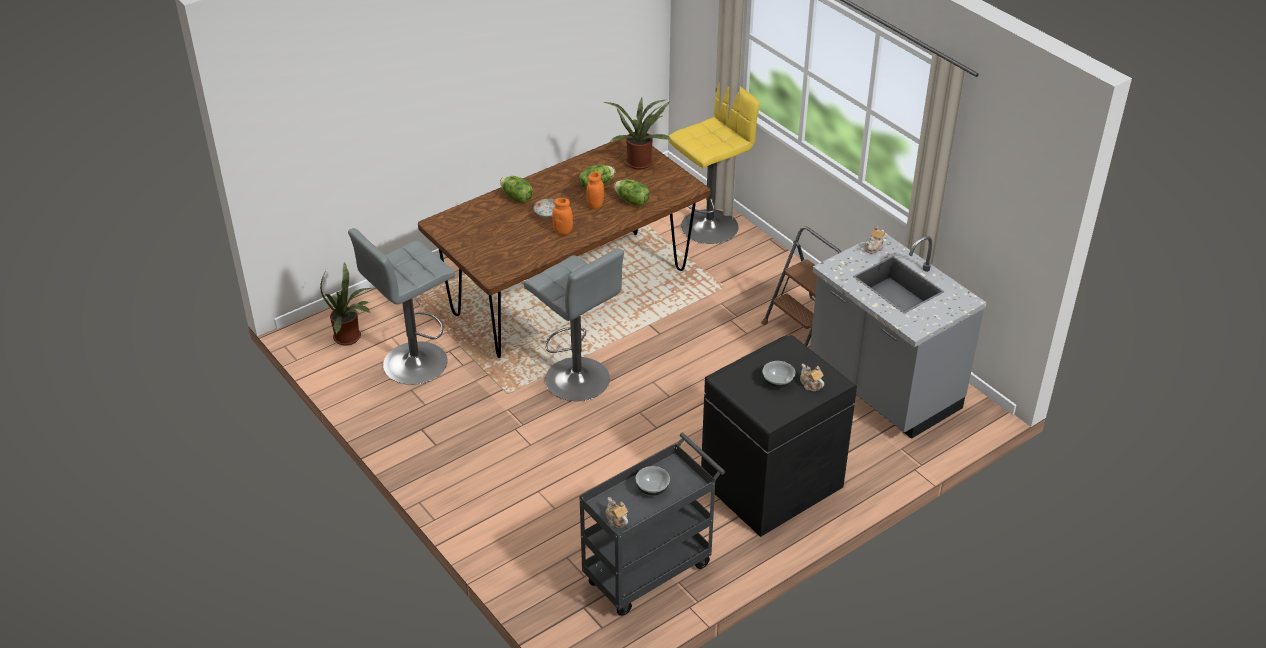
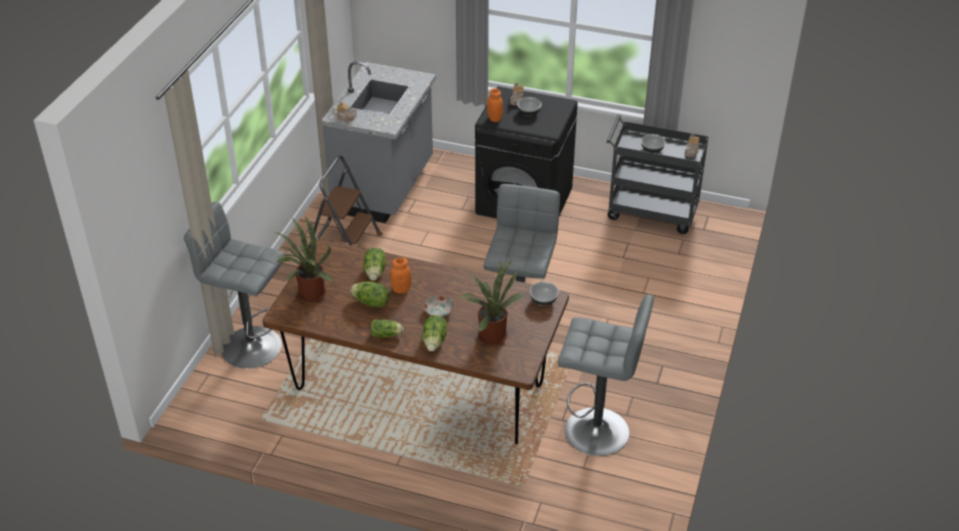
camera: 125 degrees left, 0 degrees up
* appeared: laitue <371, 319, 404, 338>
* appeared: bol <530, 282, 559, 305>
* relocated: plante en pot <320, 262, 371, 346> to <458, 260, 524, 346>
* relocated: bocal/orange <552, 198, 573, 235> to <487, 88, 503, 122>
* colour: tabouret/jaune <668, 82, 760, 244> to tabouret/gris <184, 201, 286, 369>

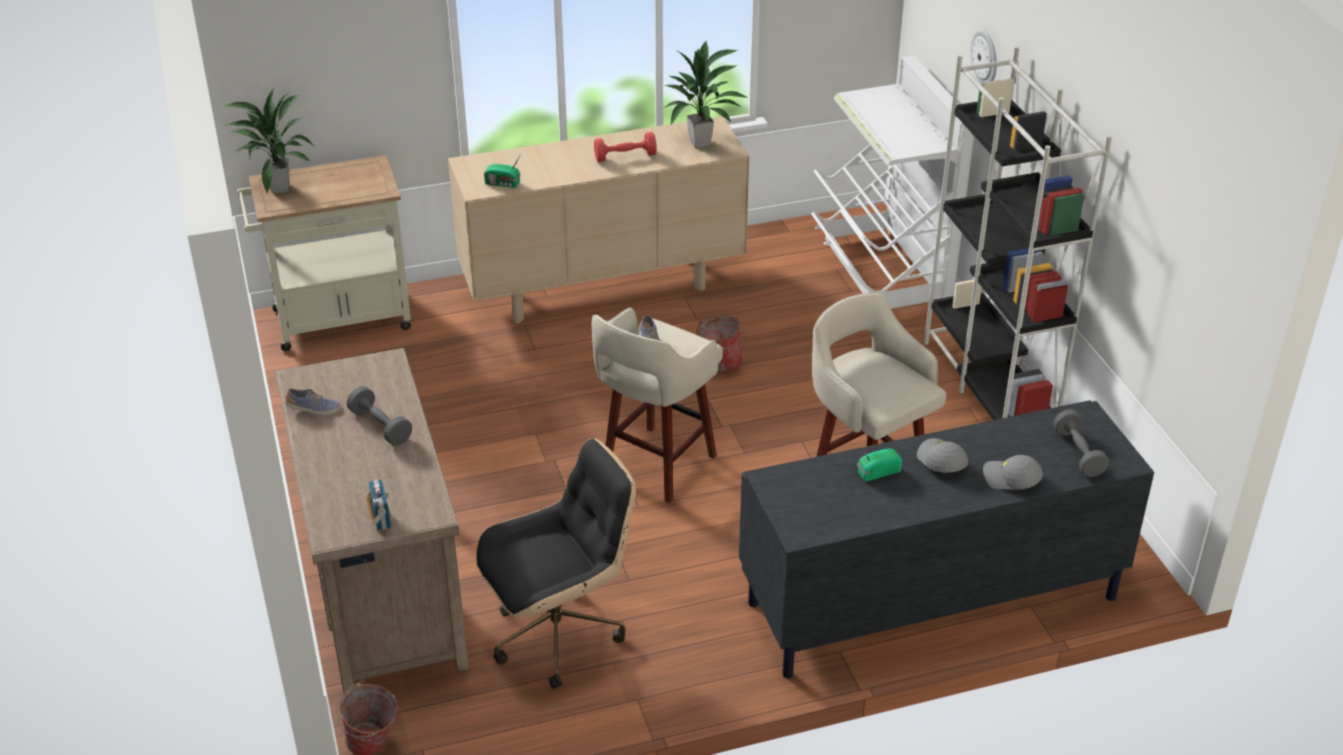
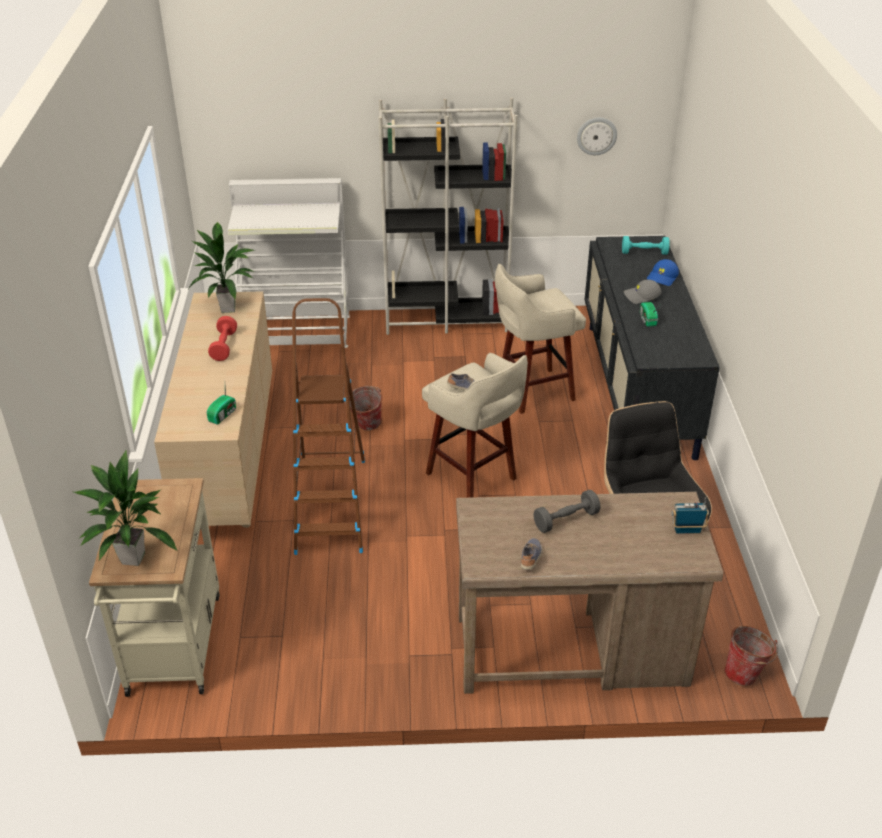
camera: 75 degrees left, 0 degrees up
* appeared: escabeau/marron <292, 298, 365, 555>
* relocated: horloge murale <971, 30, 997, 85> to <577, 118, 617, 155>
* colour: casquette/gris <983, 455, 1043, 490> to casquette/bleu <647, 259, 679, 286>
* colour: haltère/gris <1053, 409, 1109, 477> to haltère/turquoise <622, 236, 670, 255>

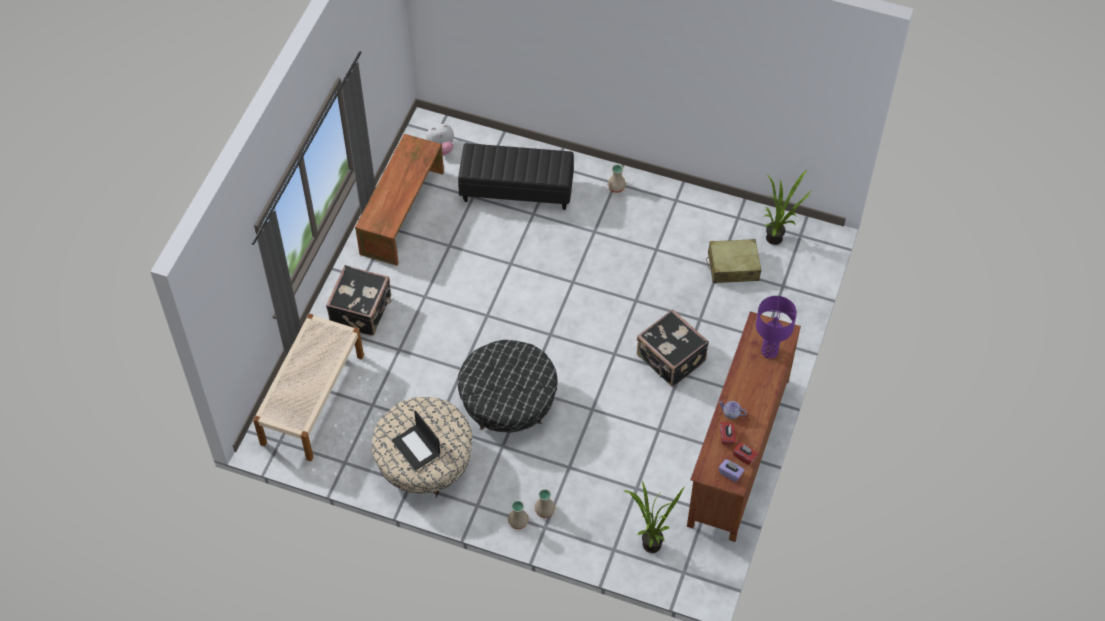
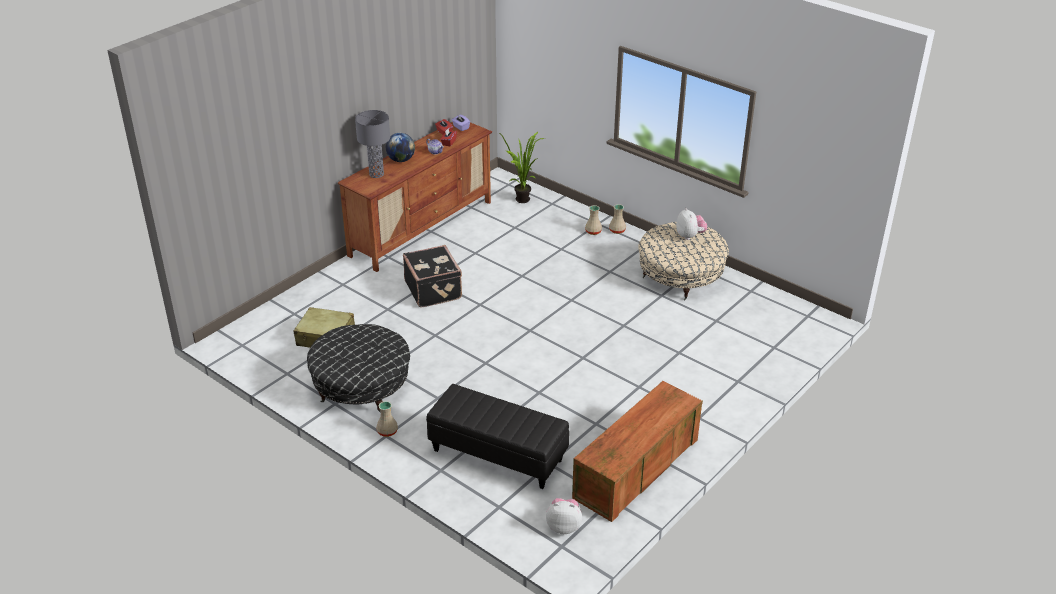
camera: 160 degrees left, 20 degrees down
* missing: banc/beige <253, 314, 364, 462>
* missing: valise/noir <326, 265, 391, 336>
* missing: plante en pot <764, 169, 812, 245>
* appeared: globe <386, 133, 415, 162>
* relocated: pouf/noir <458, 340, 558, 433> to <307, 324, 410, 412>
* exchanged: ordinateur portable <392, 410, 440, 471> to peluche <676, 208, 707, 240>
* colour: lampe de table/violet <756, 296, 797, 359> to lampe de table/gris <355, 110, 390, 178>

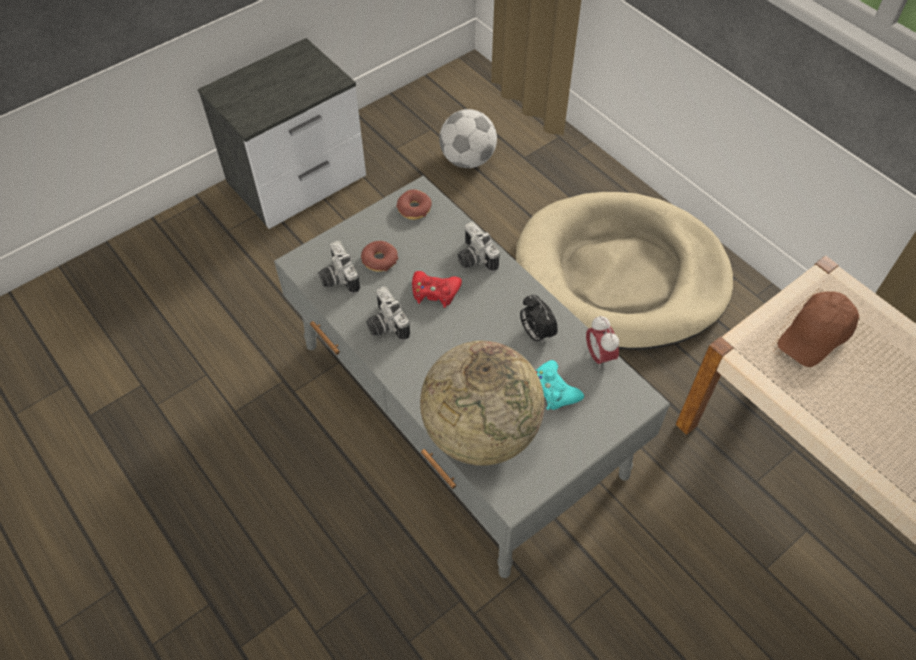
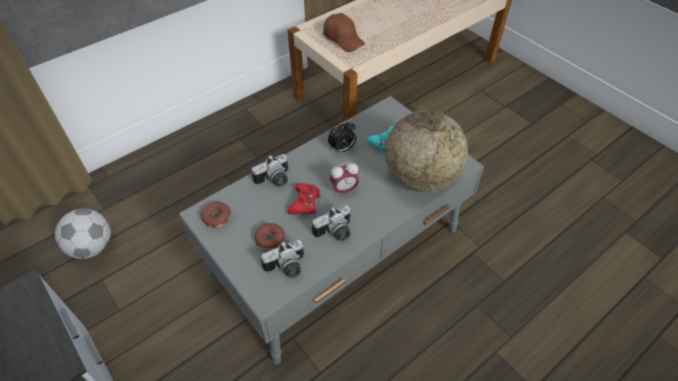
camera: 90 degrees left, 5 degrees down
* missing: panier pour chien/beige <516, 192, 733, 350>
* relocated: réveil <586, 316, 619, 369> to <330, 162, 359, 196>

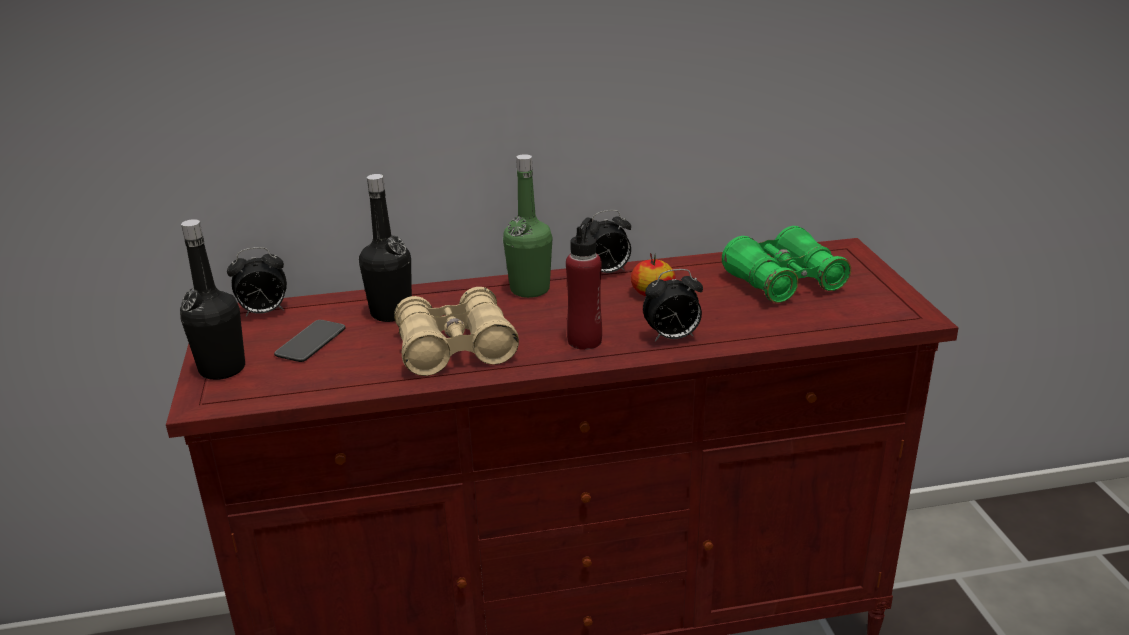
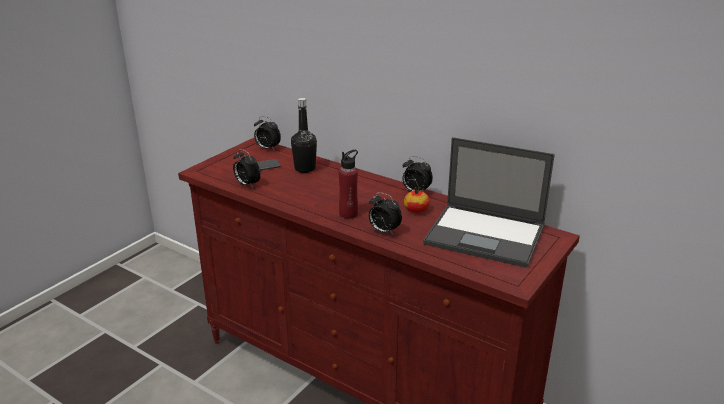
camera: 45 degrees right, 0 degrees up
* missing: bouteille/noir <180, 219, 245, 380>
* missing: jumelles/beige <394, 287, 519, 376>
* missing: bouteille/vert <503, 154, 552, 298>
* appeared: réveil <233, 149, 261, 188>
* exchanged: jumelles/vert <722, 226, 851, 303> to ordinateur portable <423, 137, 555, 268>

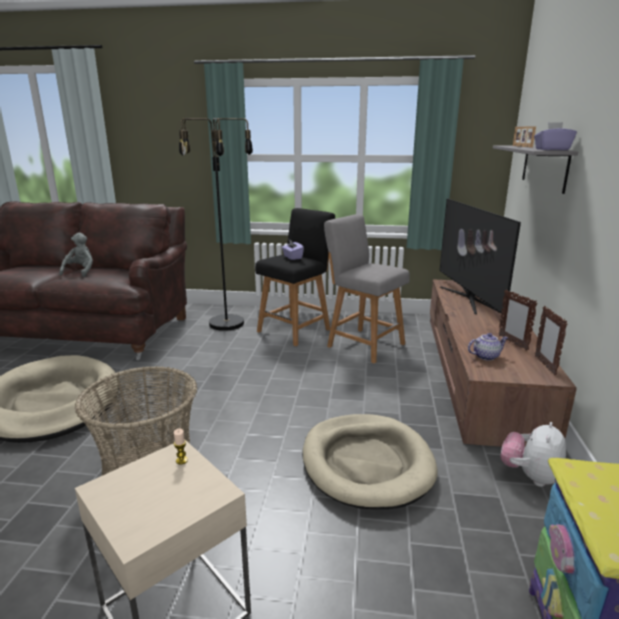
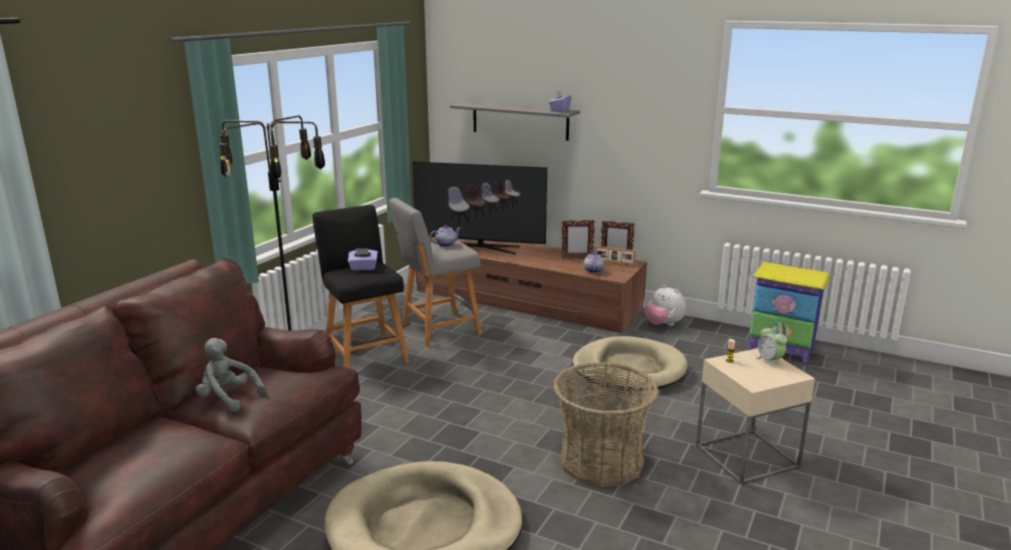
camera: 70 degrees left, 0 degrees up
* appeared: théière <430, 225, 461, 247>
* appeared: réveil <756, 326, 787, 368>
* relocated: cadre photo <513, 126, 536, 148> to <595, 246, 636, 267>

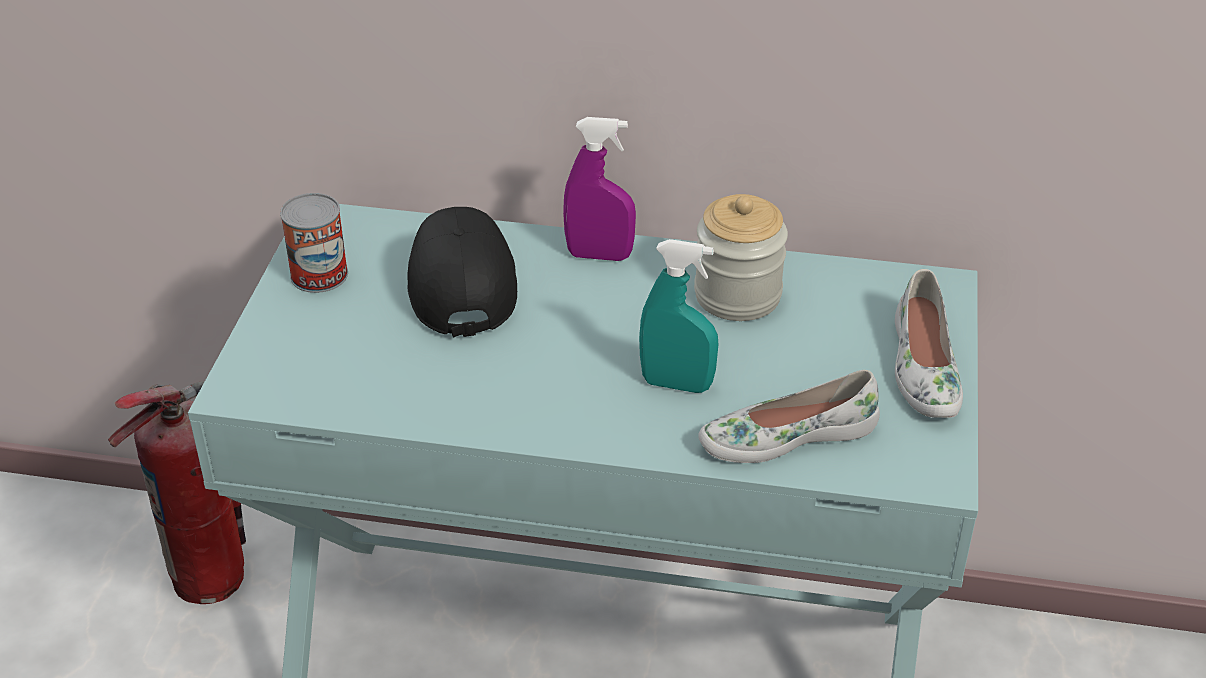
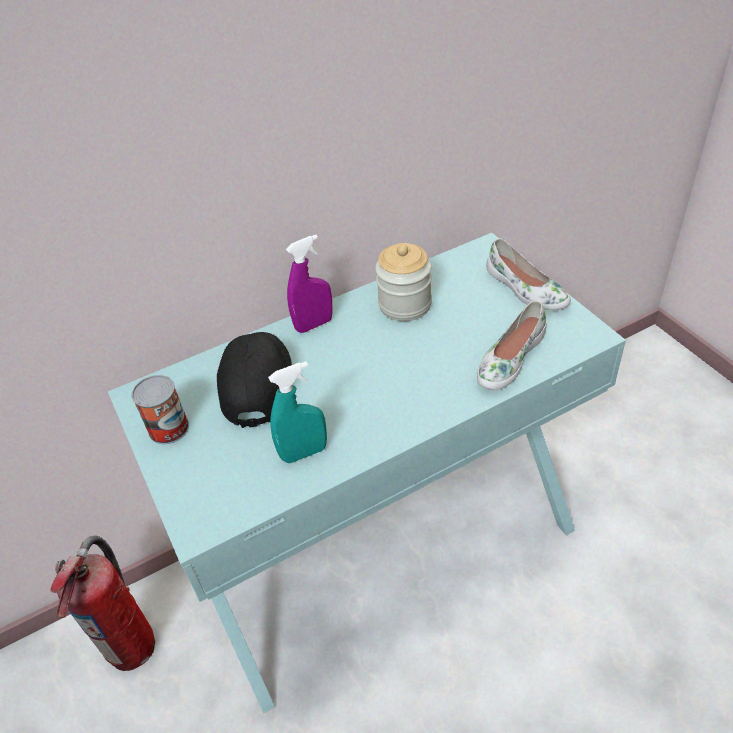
camera: 35 degrees left, 5 degrees up
* relocated: vaporisateur/turquoise <639, 239, 719, 393> to <268, 361, 327, 463>
* spun: casquette/noir <407, 207, 517, 337> = <217, 332, 292, 428> 45 degrees clockwise

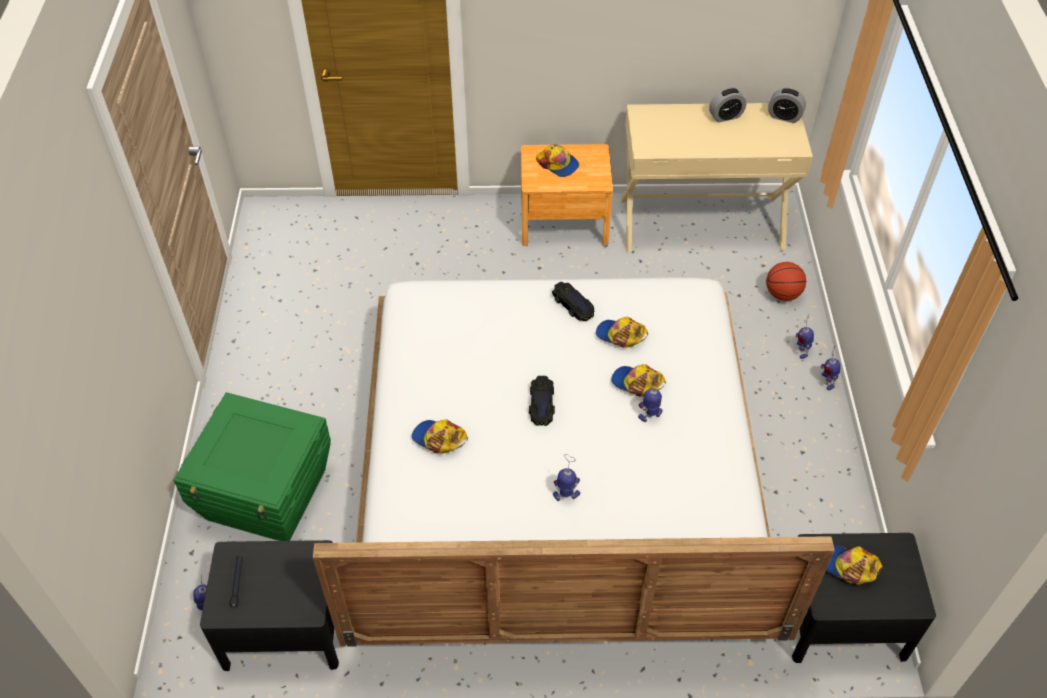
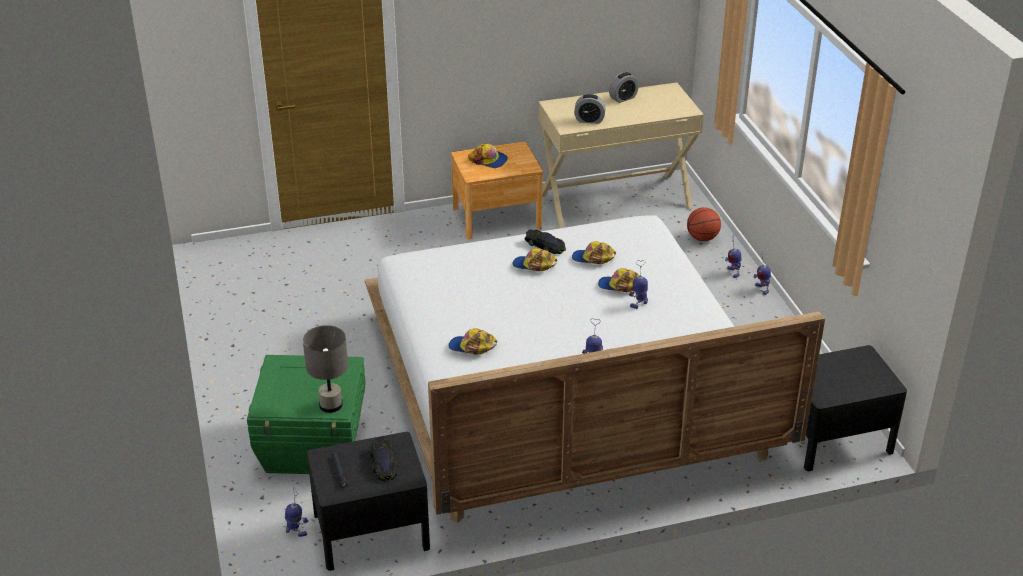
camera: 15 degrees left, 15 degrees down
* appeared: lampe de table/gris <303, 325, 348, 413>
* relocated: petite voiture/noir <529, 376, 555, 426> to <369, 437, 398, 481>
* relocated: réveil <768, 88, 806, 123> to <574, 94, 606, 124>
* relocated: casquette <826, 545, 883, 585> to <512, 248, 557, 271>

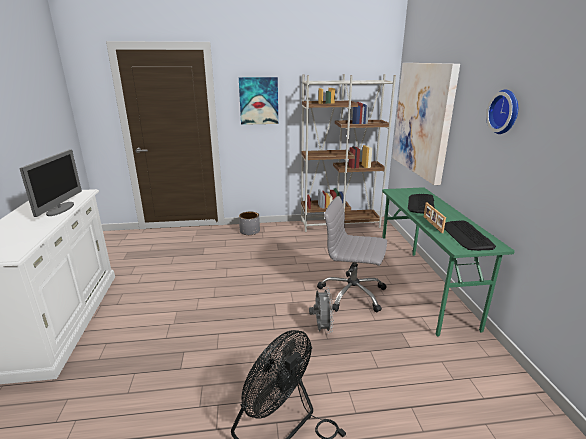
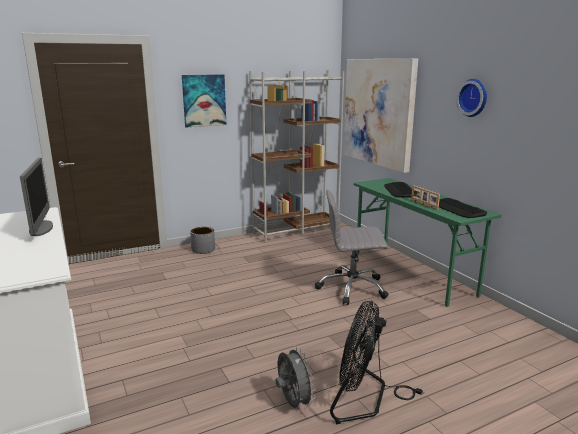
camera: 20 degrees left, 5 degrees down
* relocated: ventilateur/gris <309, 287, 334, 334> to <275, 345, 316, 408>

